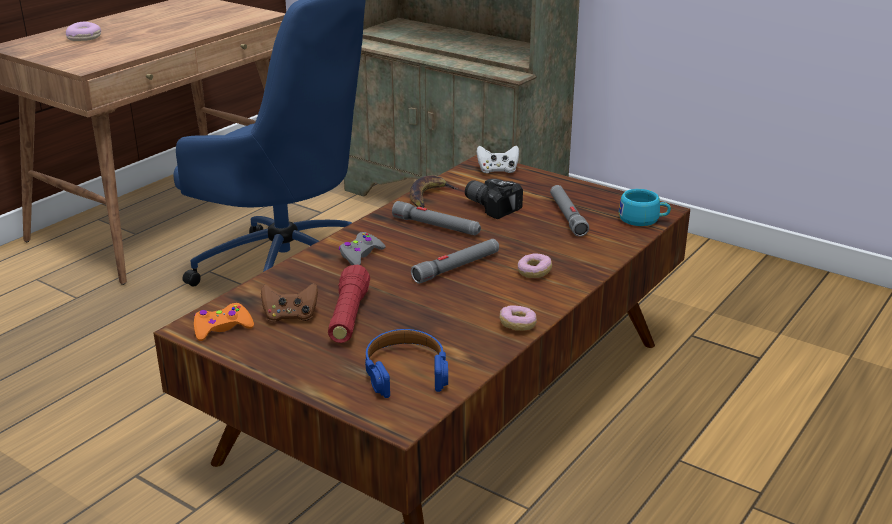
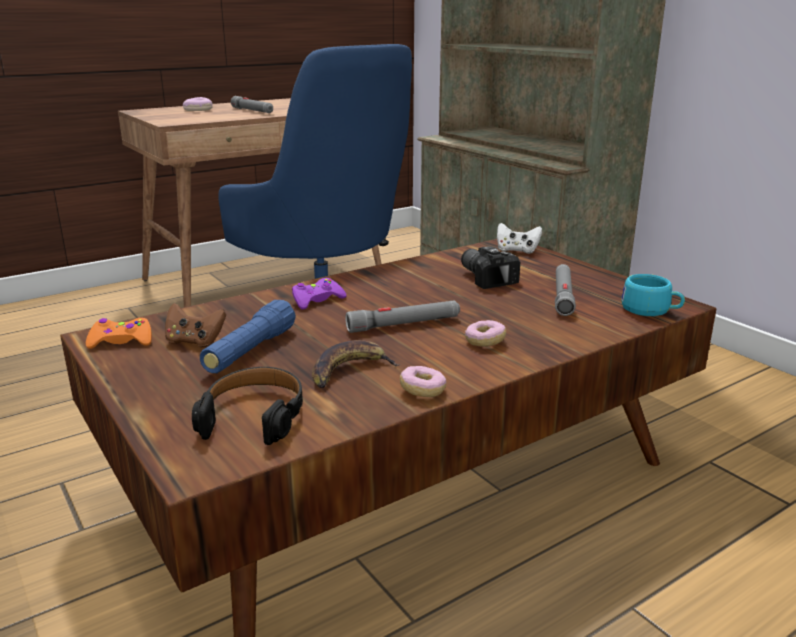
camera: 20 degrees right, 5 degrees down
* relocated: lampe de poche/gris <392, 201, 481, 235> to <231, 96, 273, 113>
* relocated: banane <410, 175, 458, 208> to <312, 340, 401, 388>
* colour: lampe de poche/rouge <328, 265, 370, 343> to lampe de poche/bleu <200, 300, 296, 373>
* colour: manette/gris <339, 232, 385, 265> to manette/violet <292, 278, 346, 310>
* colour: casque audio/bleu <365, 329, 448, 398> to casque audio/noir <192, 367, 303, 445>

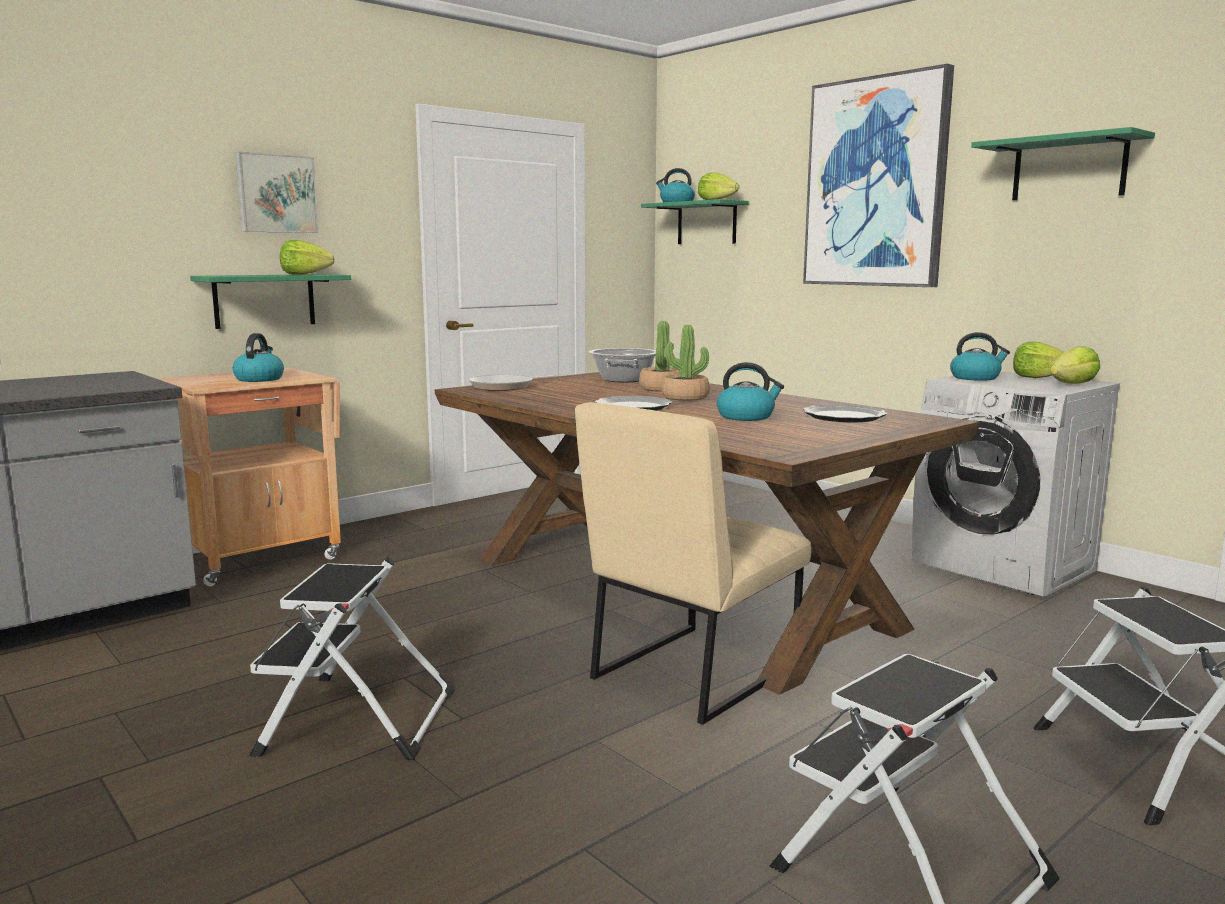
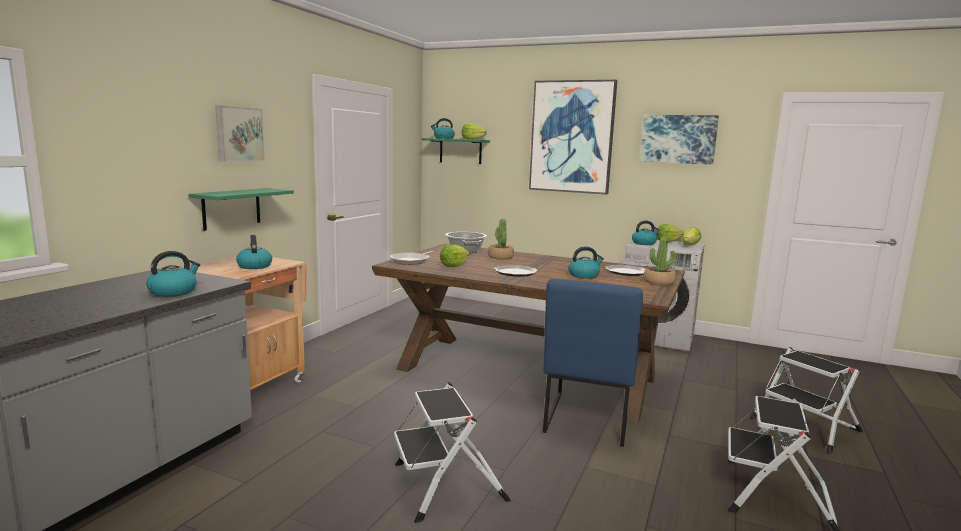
camera: 25 degrees left, 0 degrees up
* appeared: bouilloire <147, 251, 200, 297>
* relocated: laitue <280, 240, 335, 275> to <440, 244, 470, 267>
* relocated: plante en pot <661, 325, 710, 401> to <643, 237, 676, 285>
* exchanged: étagère/vert <971, 127, 1155, 200> to tableau <640, 115, 719, 164>
* colour: chaise/beige <575, 402, 812, 725> to chaise/bleu <543, 279, 643, 447>

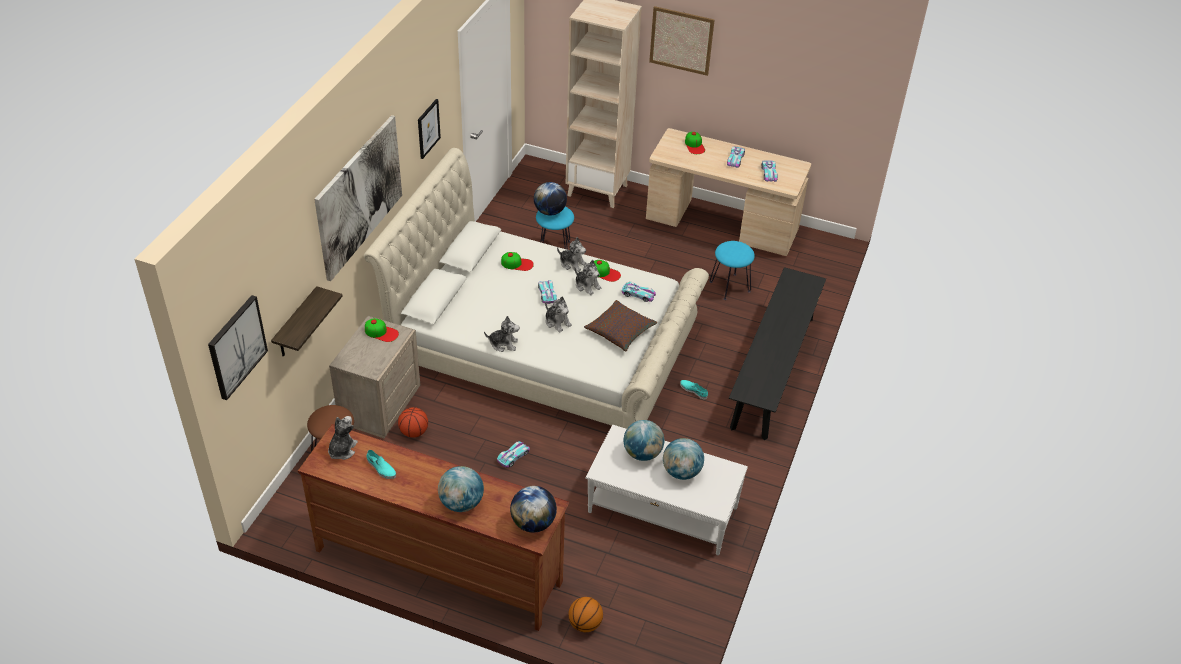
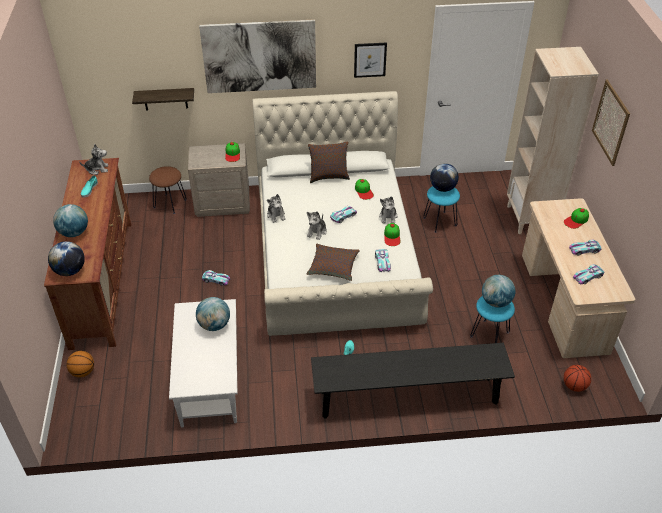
camera: 65 degrees right, 0 degrees up
* missing: tableau <208, 295, 268, 400>
* missing: peluche <574, 260, 601, 295>
* appeared: coussin/marron <308, 142, 350, 183>
* relocated: ballon de basket <398, 407, 428, 438> to <564, 365, 591, 392>
* relocated: globe <663, 438, 704, 480> to <482, 275, 516, 308>

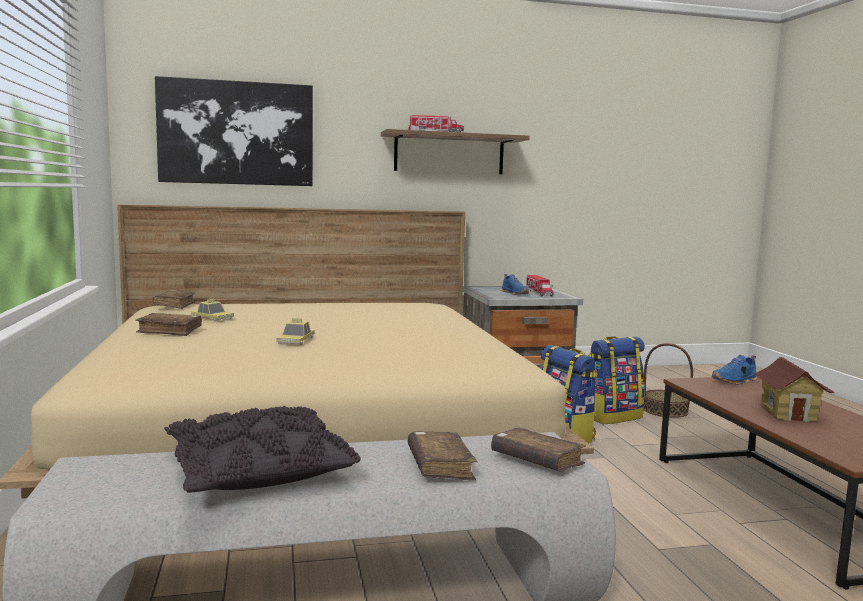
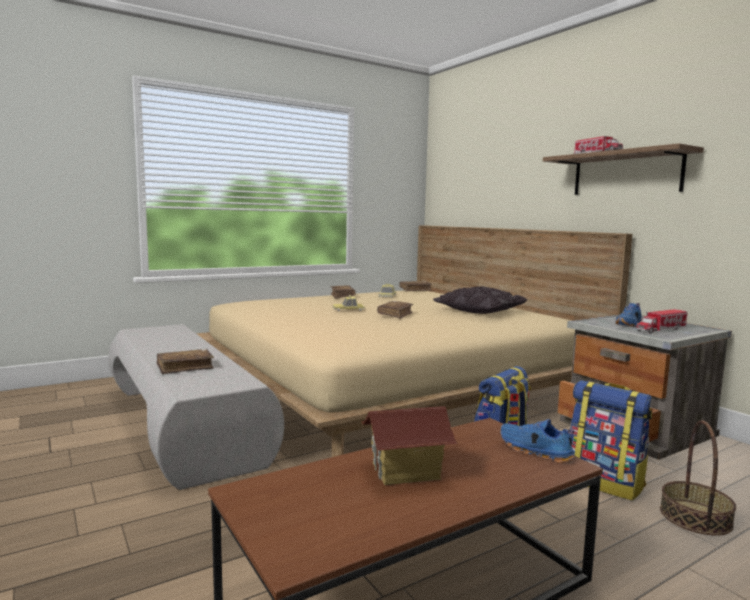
camera: 70 degrees right, 0 degrees up
* missing: tableau <155, 76, 313, 186>
* relocated: coussin/noir <164, 406, 361, 493> to <433, 286, 527, 314>
* relocated: livre/marron <491, 427, 586, 471> to <377, 301, 413, 318>

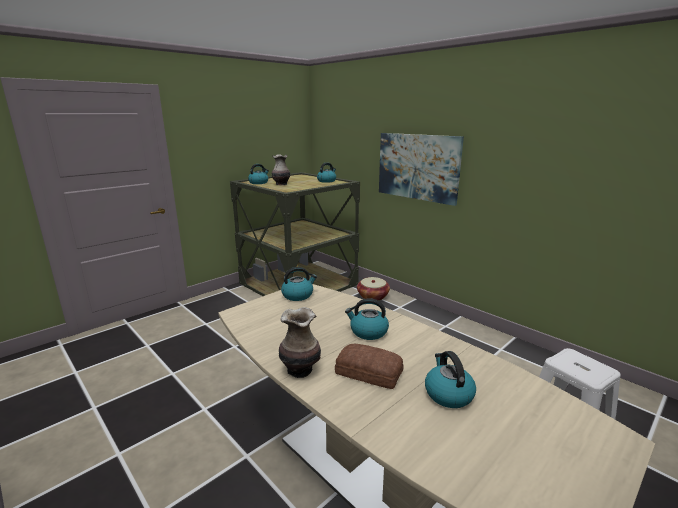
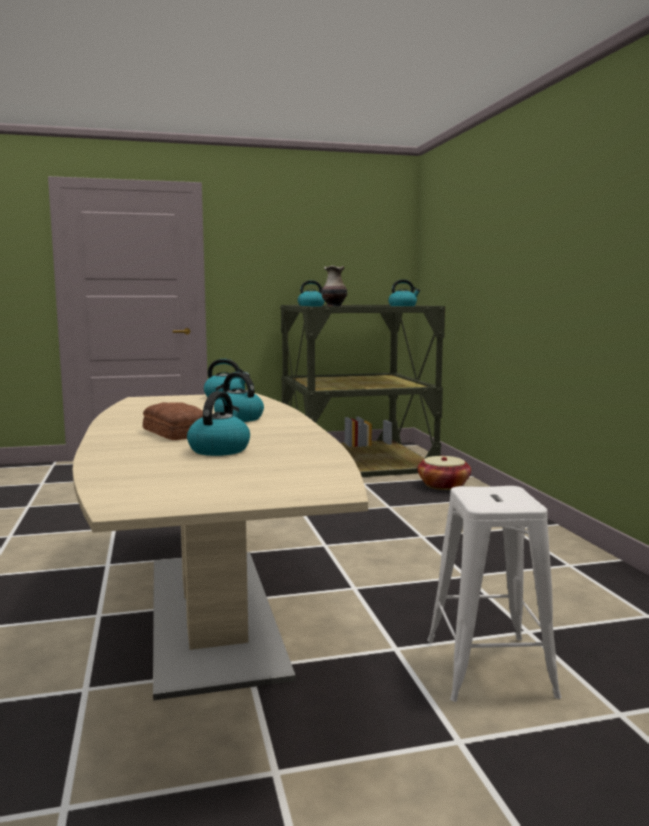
camera: 30 degrees right, 10 degrees down
* missing: vase <279, 307, 321, 378>
* missing: tableau <379, 133, 464, 206>

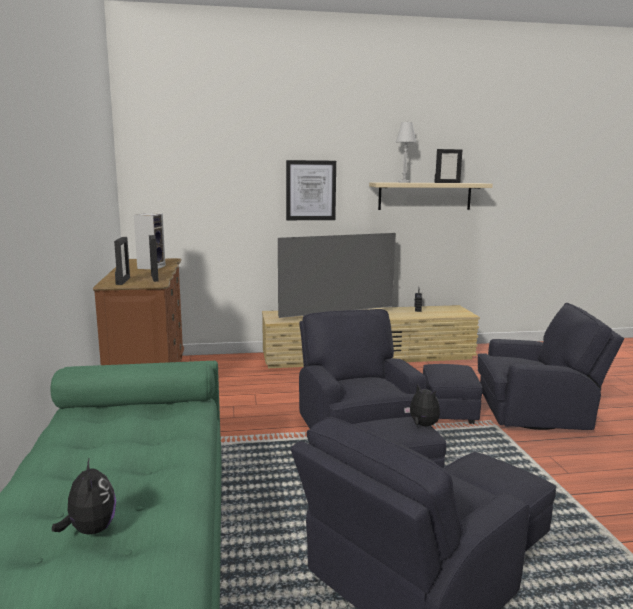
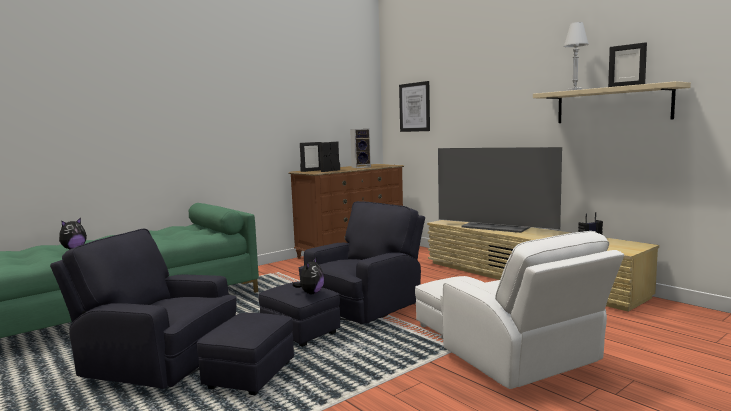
camera: 60 degrees right, 5 degrees down
* relocated: tableau <286, 160, 336, 220> to <399, 81, 430, 132>
* colour: fauteuil/noir <423, 303, 624, 430> to fauteuil/blanc <415, 231, 624, 389>

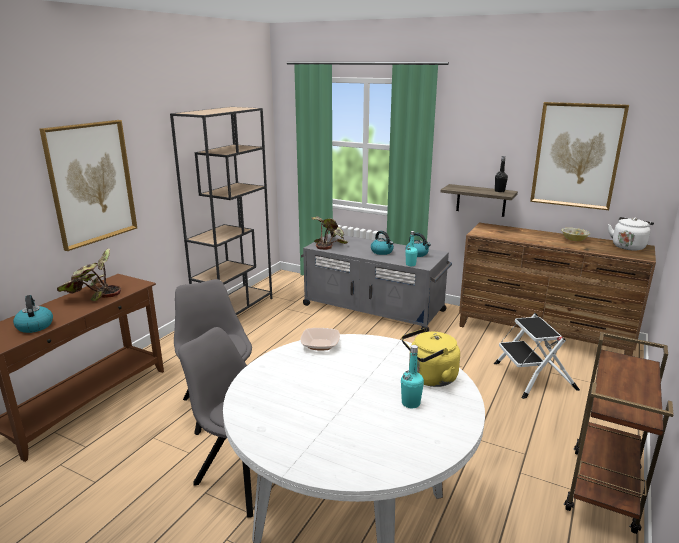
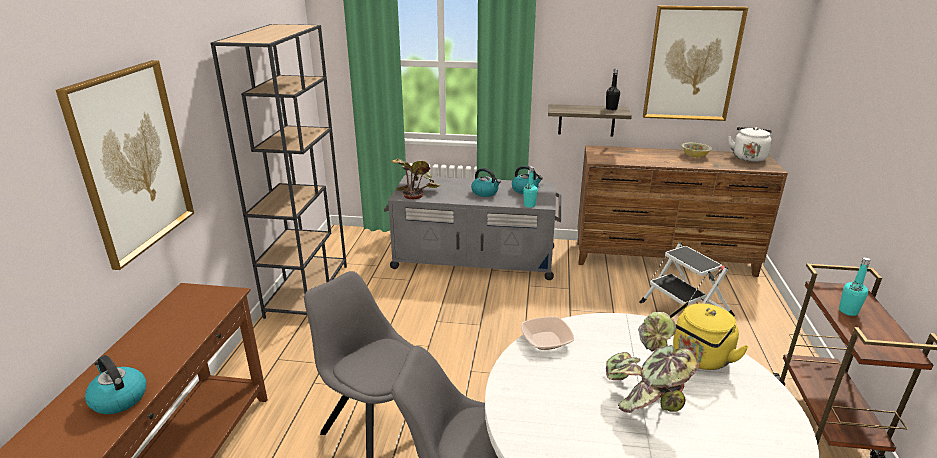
camera: 20 degrees left, 5 degrees up
* relocated: plante en pot <57, 249, 121, 301> to <606, 312, 699, 413>
* relocated: bouteille/turquoise <401, 345, 424, 408> to <839, 257, 871, 316>

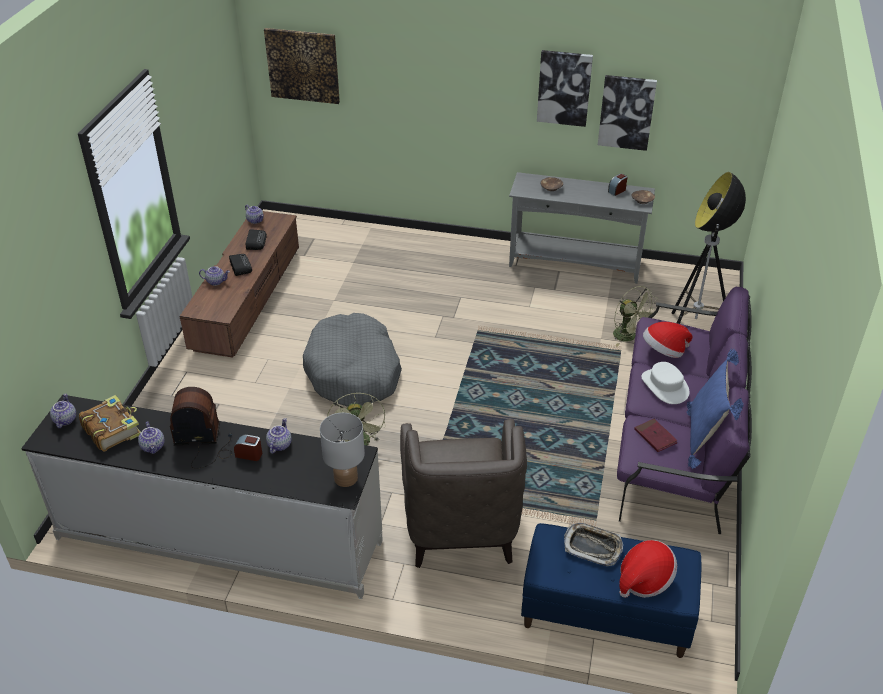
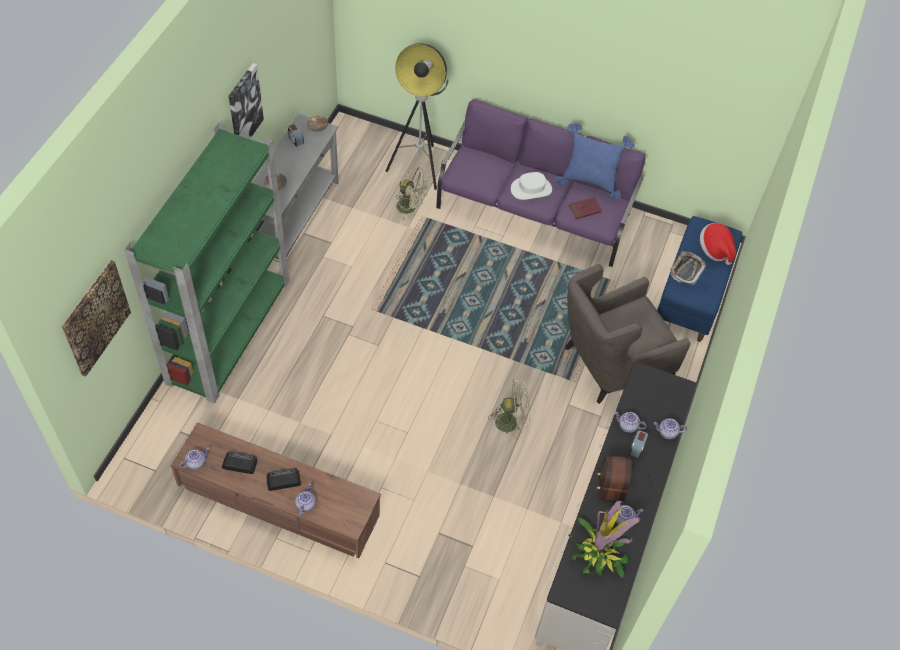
camera: 85 degrees left, 15 degrees up
* missing: panier pour chien/gris <303, 313, 402, 407>
* missing: lampe de table/gris <320, 413, 365, 487>
* missing: tableau <598, 75, 657, 151>
* missing: chapeau <643, 322, 693, 358>
* appeared: bibliothèque/vert <124, 122, 289, 403>
* relocated: théière <50, 393, 76, 428> to <654, 418, 687, 439>
* exchanged: livre <79, 395, 141, 451> to plante en pot <568, 501, 640, 579>
* spun: fauteuil/gris <400, 419, 527, 568> = <565, 264, 691, 404> 150 degrees clockwise
* spun: ventilateur/vert <613, 286, 658, 347> = <396, 167, 430, 220> 60 degrees clockwise

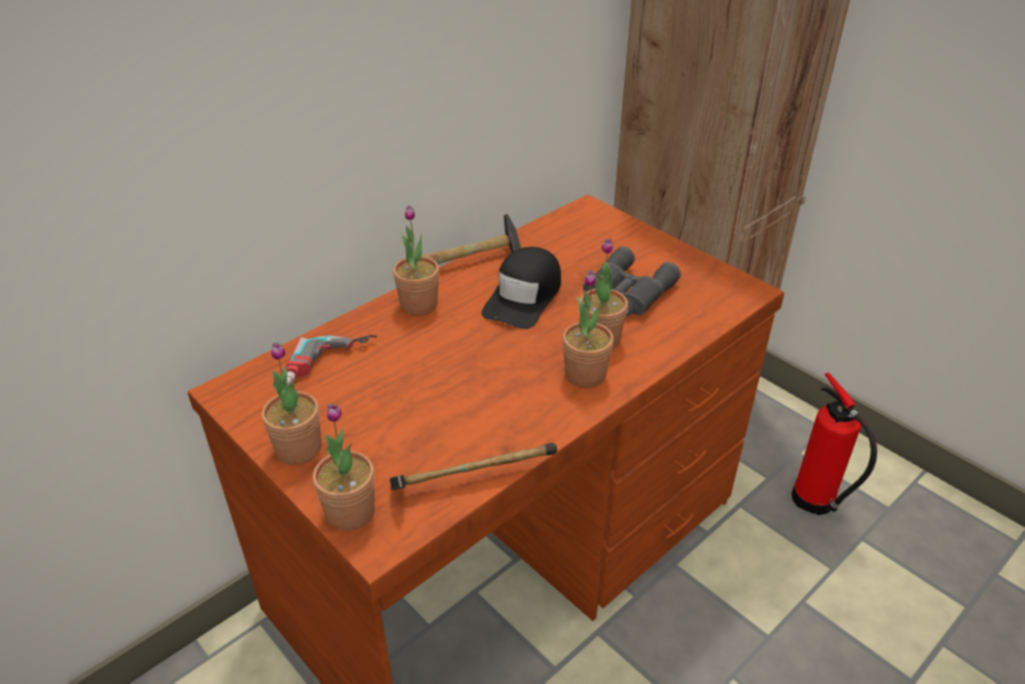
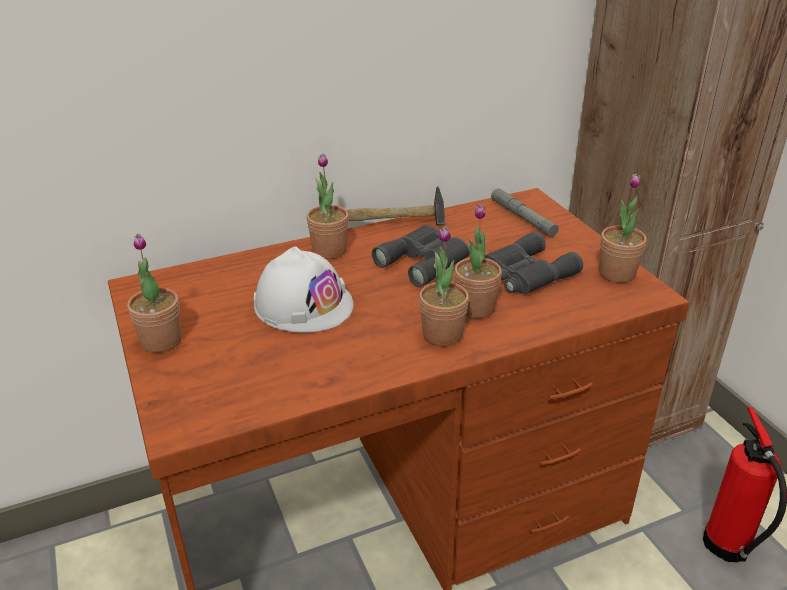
camera: 20 degrees right, 5 degrees down
* missing: perceuse <286, 335, 377, 385>
* missing: marteau <390, 442, 557, 490>
* appeared: casque de chantier/blanc <254, 246, 353, 333>
* appeared: lampe de poche/gris <491, 188, 559, 237>
* relocated: plante en pot <313, 403, 375, 531> to <599, 174, 647, 283>
* exchanged: casquette/noir <481, 247, 561, 329> to jumelles/gris <372, 225, 470, 287>

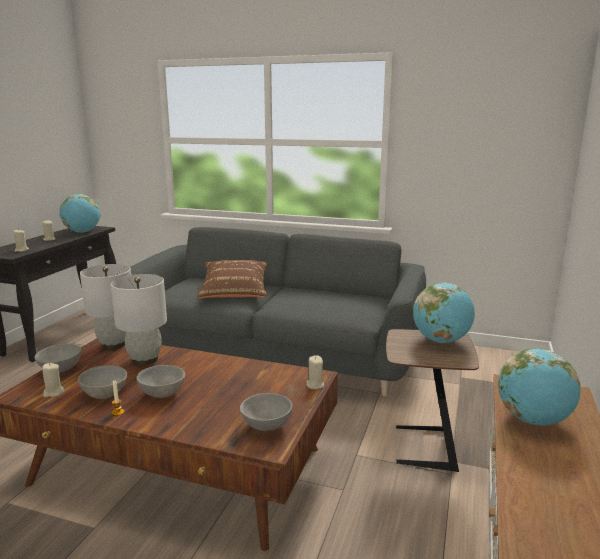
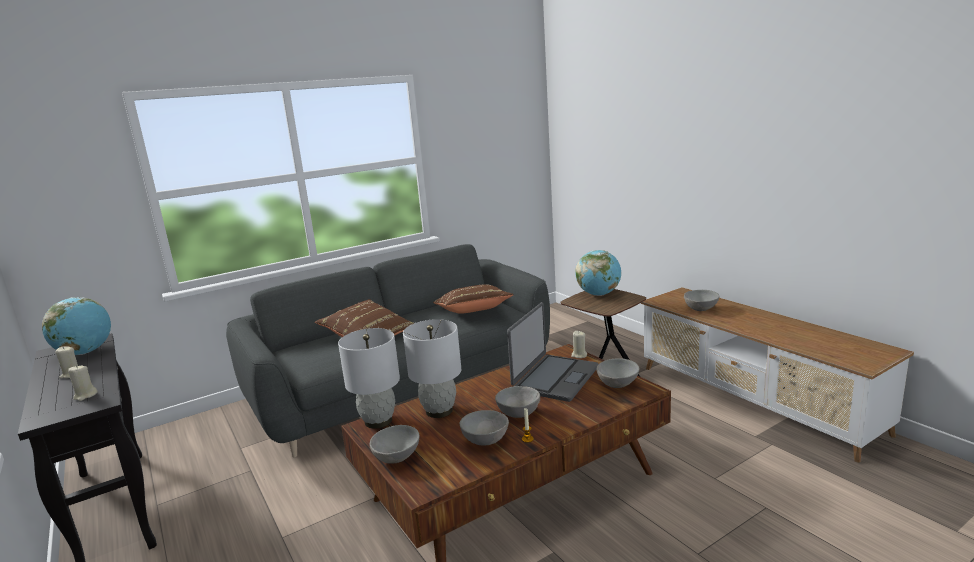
camera: 50 degrees left, 0 degrees up
* missing: bougie/beige <42, 363, 64, 397>
* appeared: coussin/marron <433, 284, 514, 314>
* appeared: ordinateur portable <507, 302, 599, 402>
* exchanged: globe <498, 349, 581, 426> to bol/gris <684, 290, 719, 311>

